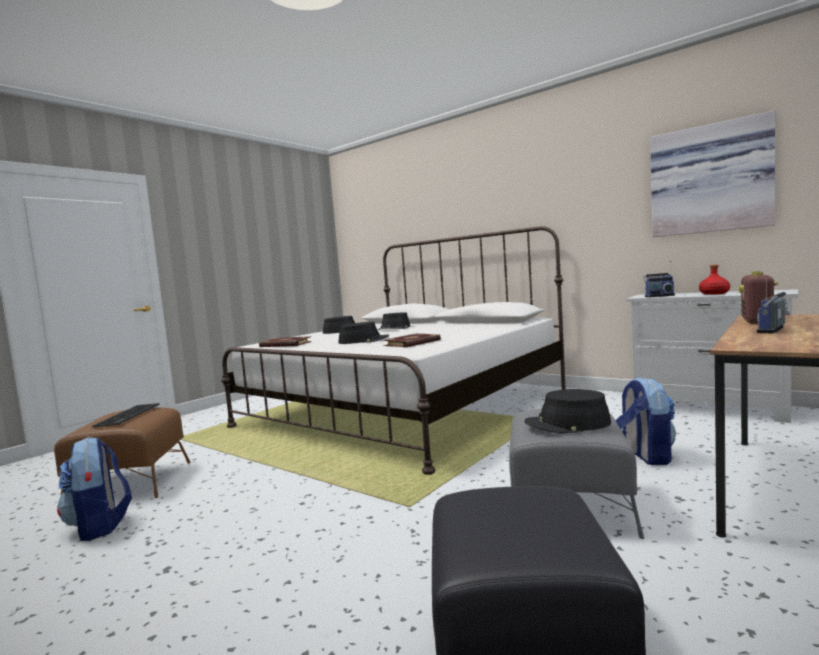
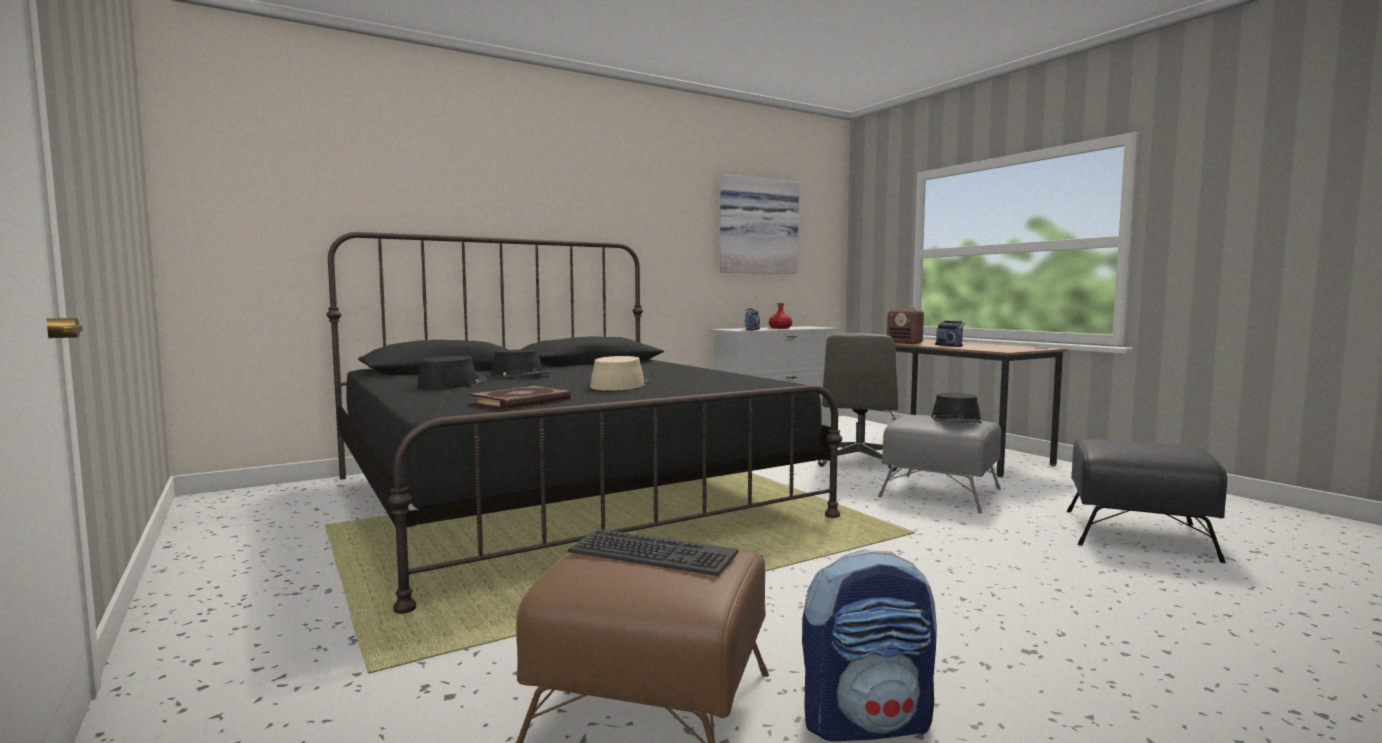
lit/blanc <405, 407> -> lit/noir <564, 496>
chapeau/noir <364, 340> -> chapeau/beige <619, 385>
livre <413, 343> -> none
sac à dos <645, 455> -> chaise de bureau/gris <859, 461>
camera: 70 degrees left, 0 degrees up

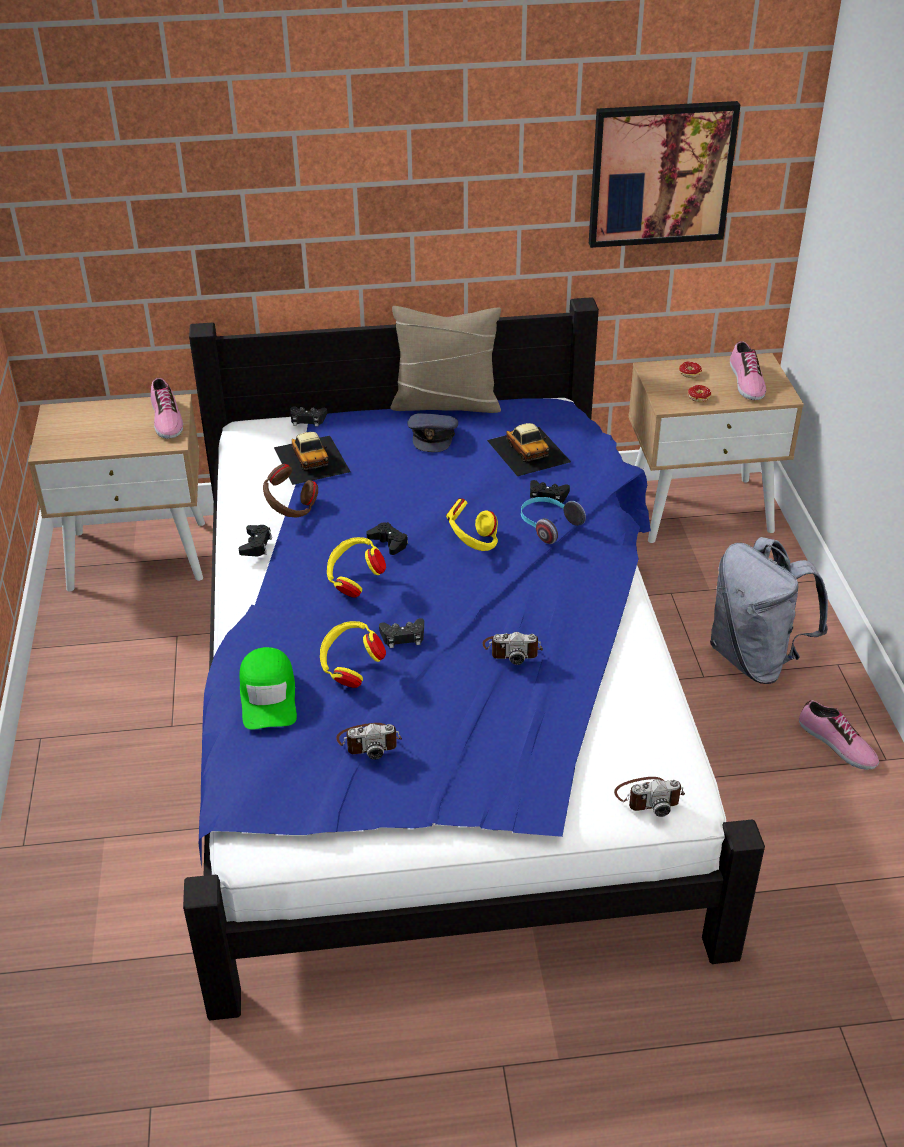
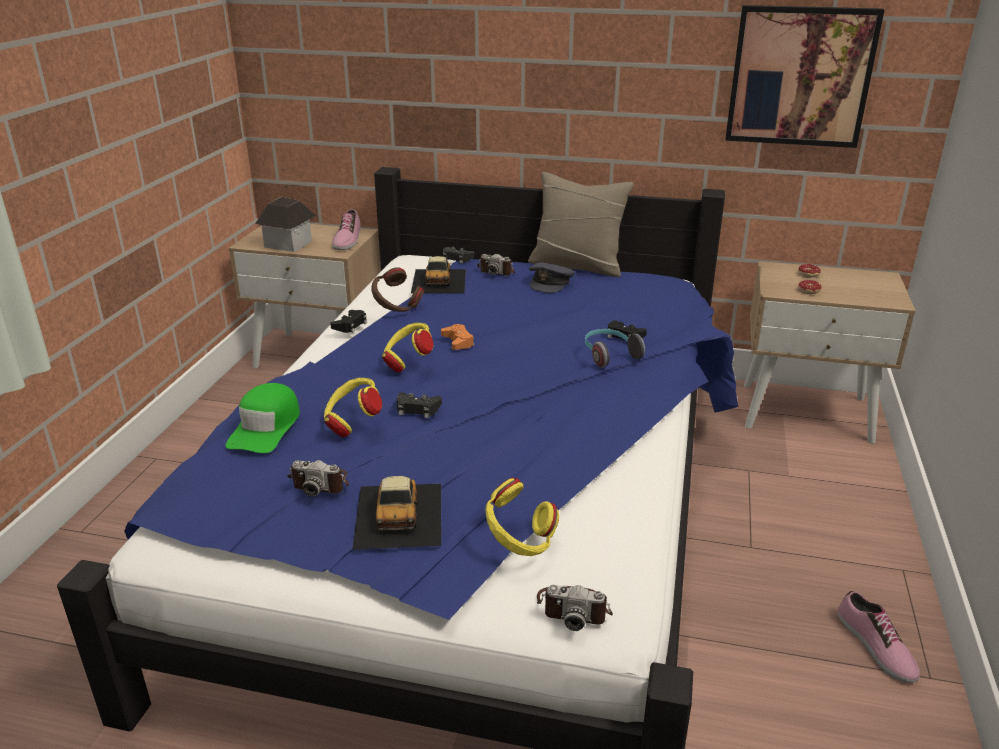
manette/noir <388, 543> -> manette/orange <458, 342>
casque audio/jaune <473, 544> -> casque audio/jaune <519, 542>, shifted
appareil photo <512, 649> -> appareil photo <497, 271>, shifted
petite voiture <528, 450> -> petite voiture <399, 514>, shifted
sac à dos/gris <755, 659> -> none
chaussure <745, 381> -> none
none -> maison miniature <288, 244>
camera: 20 degrees right, 10 degrees down

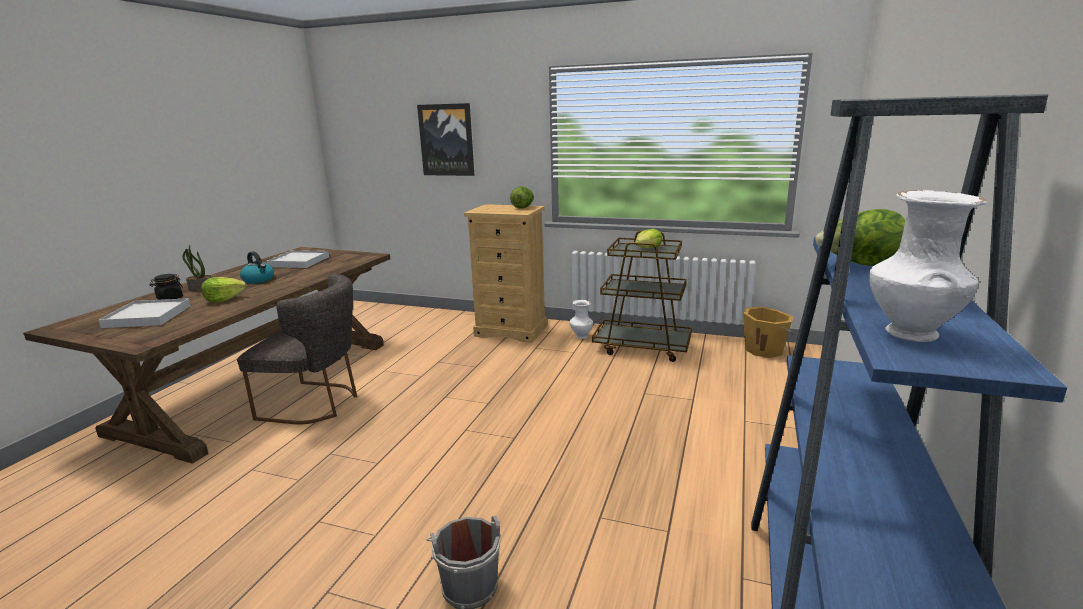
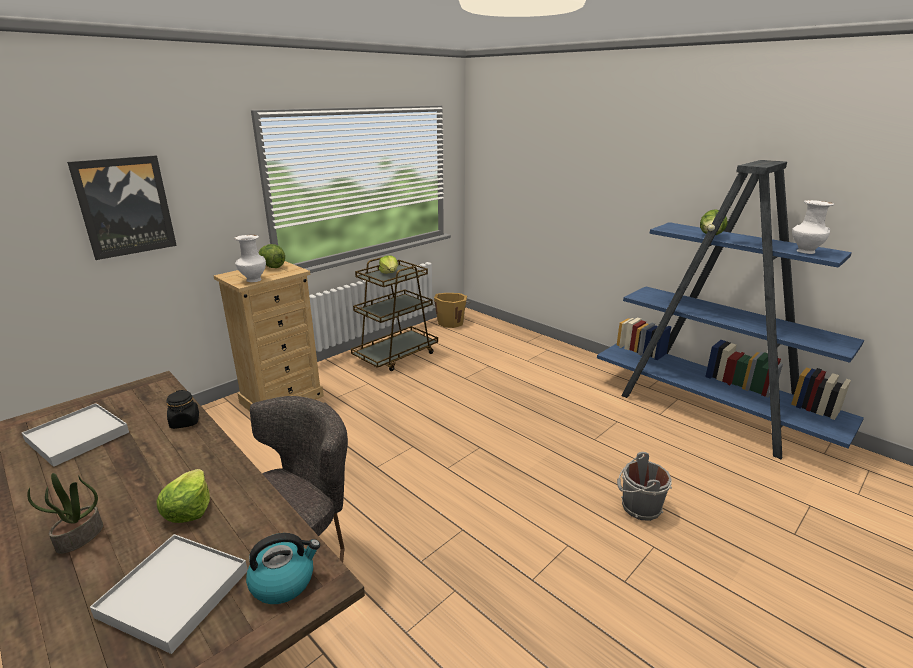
bocal/noir <170, 299> -> bocal/noir <185, 422>, shifted
bouilloire <259, 280> -> bouilloire <284, 581>, shifted
vase/blanc <581, 336> -> vase/blanc <253, 280>, shifted
camera: 65 degrees left, 5 degrees up

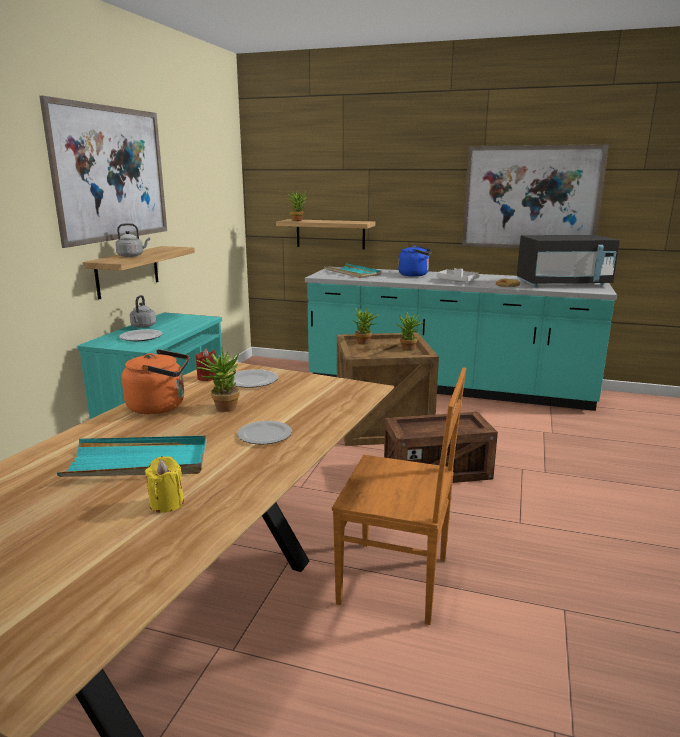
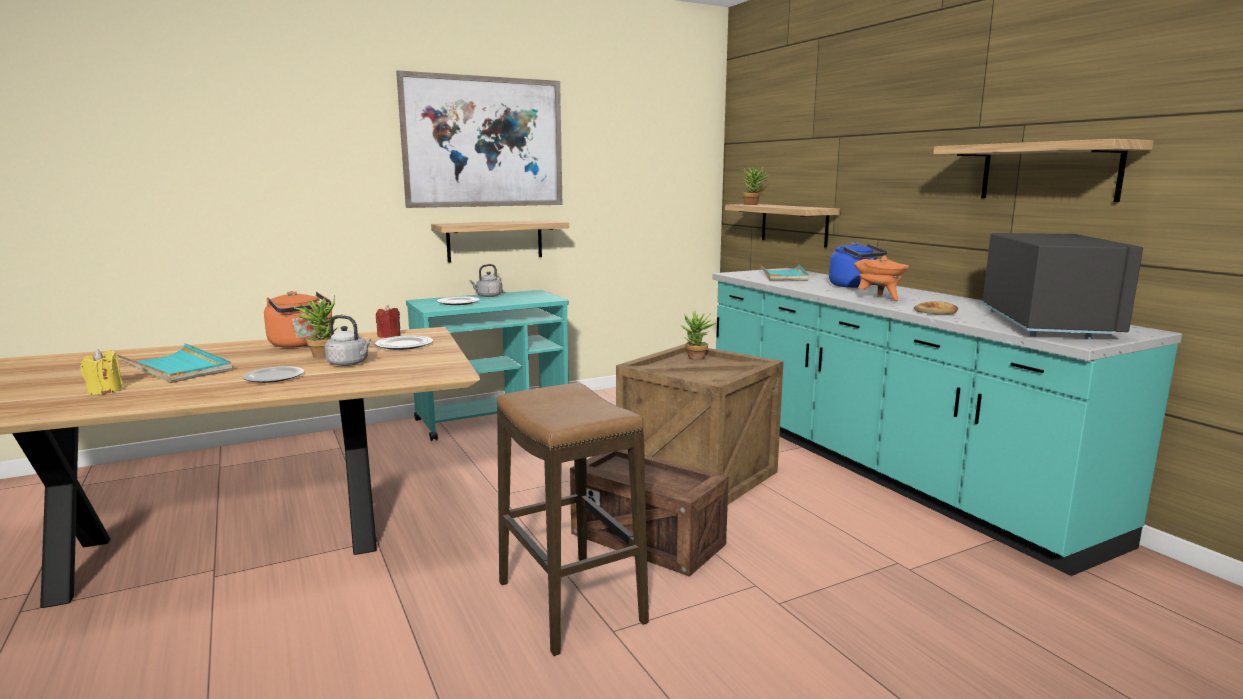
bouilloire/gris <132, 256> -> bouilloire/gris <349, 363>, shifted
chaise/marron <397, 581> -> none
plante en pot <408, 349> -> none
plateau/gris <456, 281> -> marmite/orange <879, 298>
tableau <531, 198> -> étagère <1048, 172>
micro-ondes/noir <563, 284> -> micro-ondes/noir <1046, 324>, 120 degrees counterclockwise
none -> tabouret <569, 602>
camera: 45 degrees right, 5 degrees down

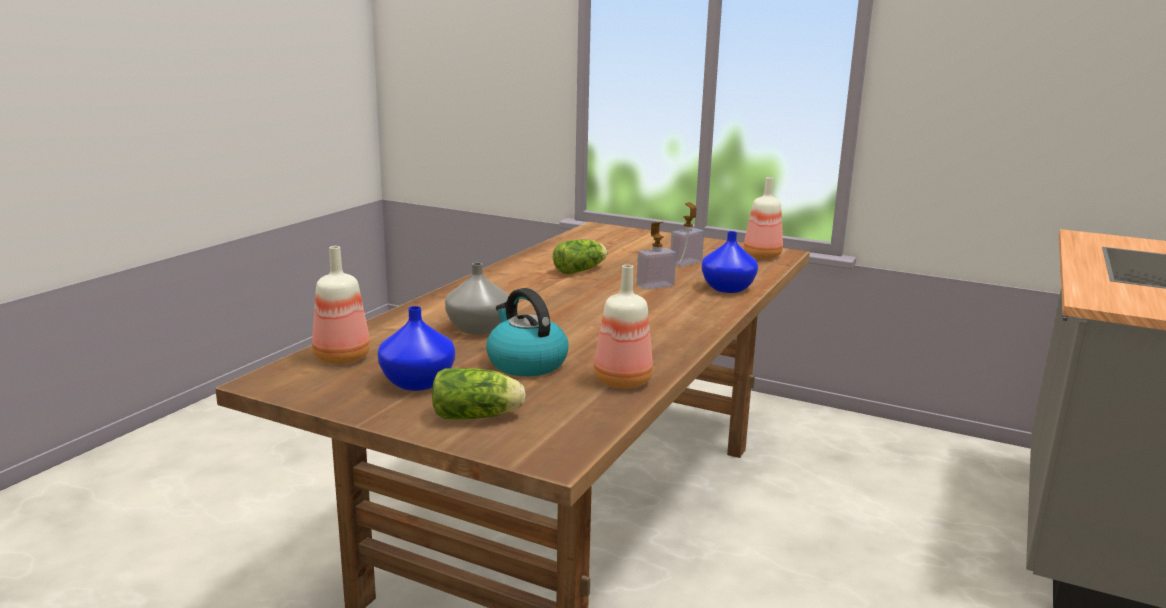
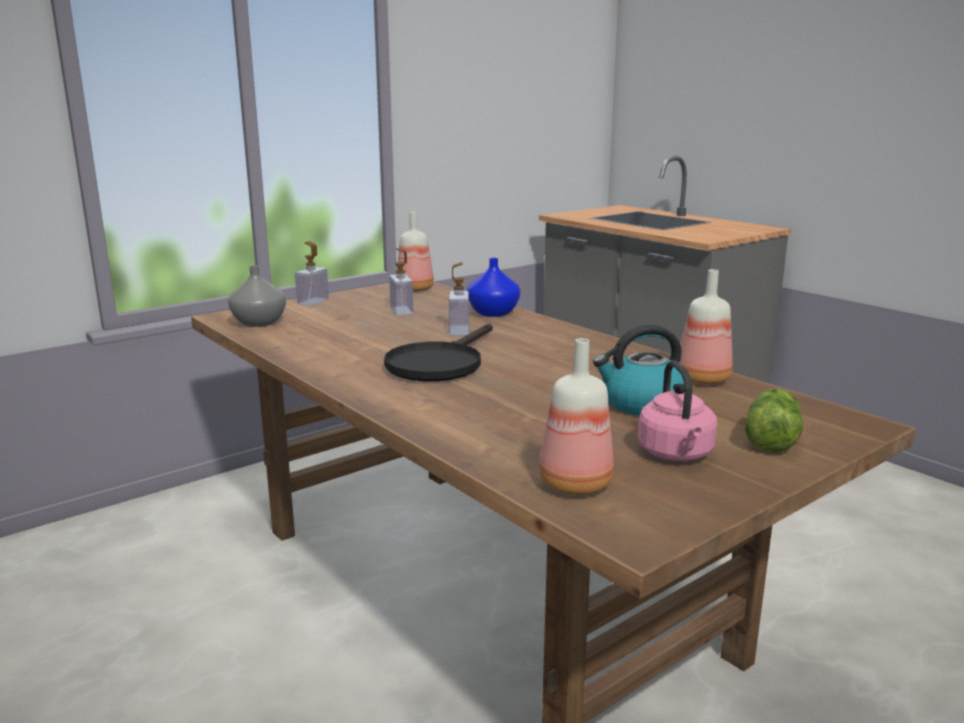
vase/bleu <417, 383> -> bouilloire/rose <676, 454>
vase/gris <479, 328> -> vase/gris <259, 322>, shifted
laitue <581, 270> -> none
none -> distributeur de savon <313, 302>
none -> poêle/noir <440, 363>
camera: 65 degrees left, 0 degrees up

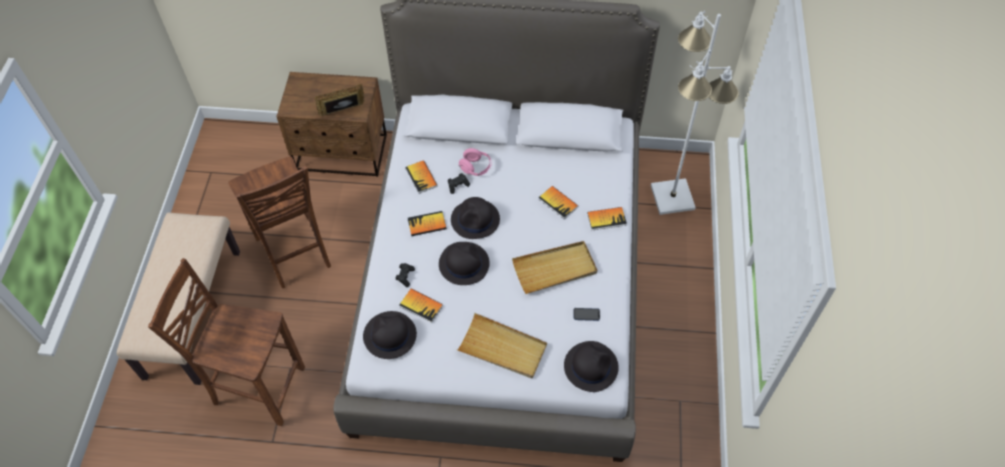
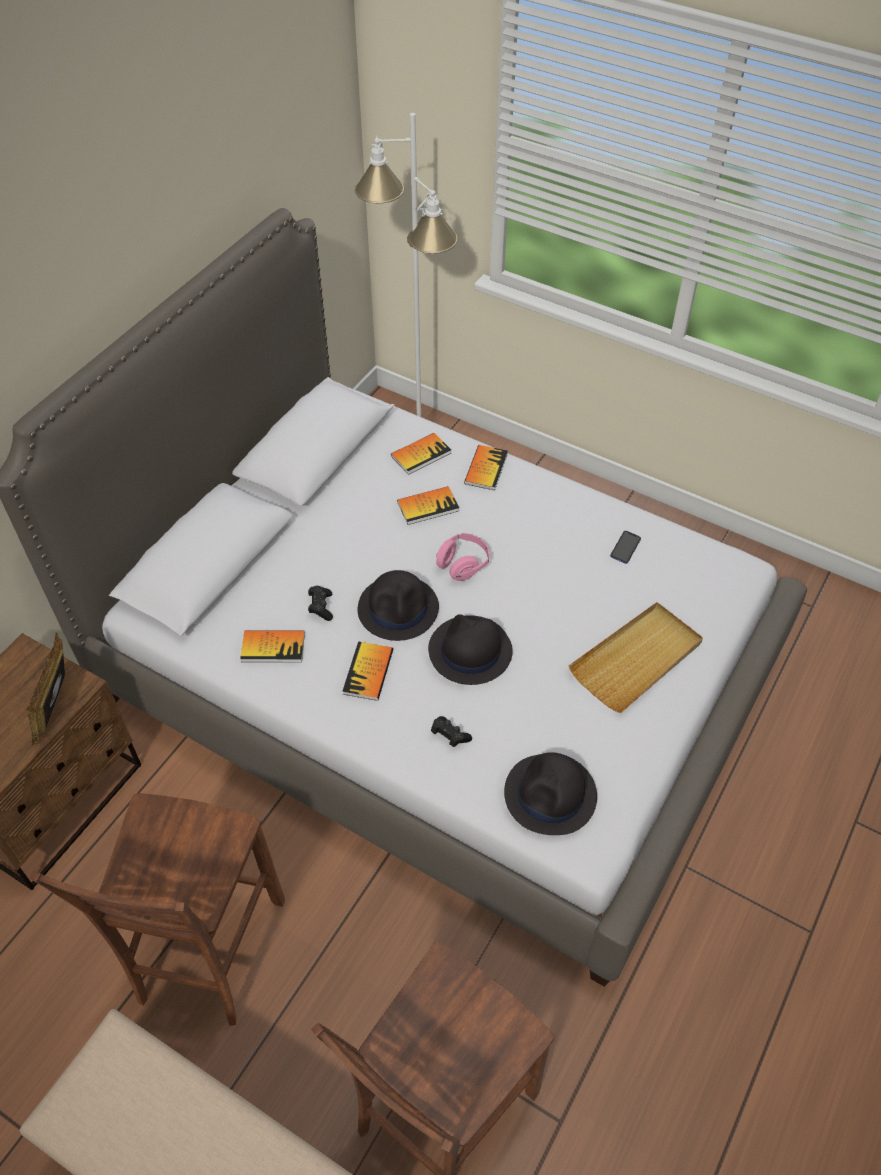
chaise/marron <294, 253> -> chaise/marron <207, 953>, 105 degrees clockwise
livre <421, 306> -> livre <421, 454>, shifted
casque audio/rose <476, 168> -> casque audio/rose <463, 564>, shifted
plateau/beige <555, 269> -> none
chapeau/noir <590, 366> -> none
camera: 65 degrees left, 5 degrees down

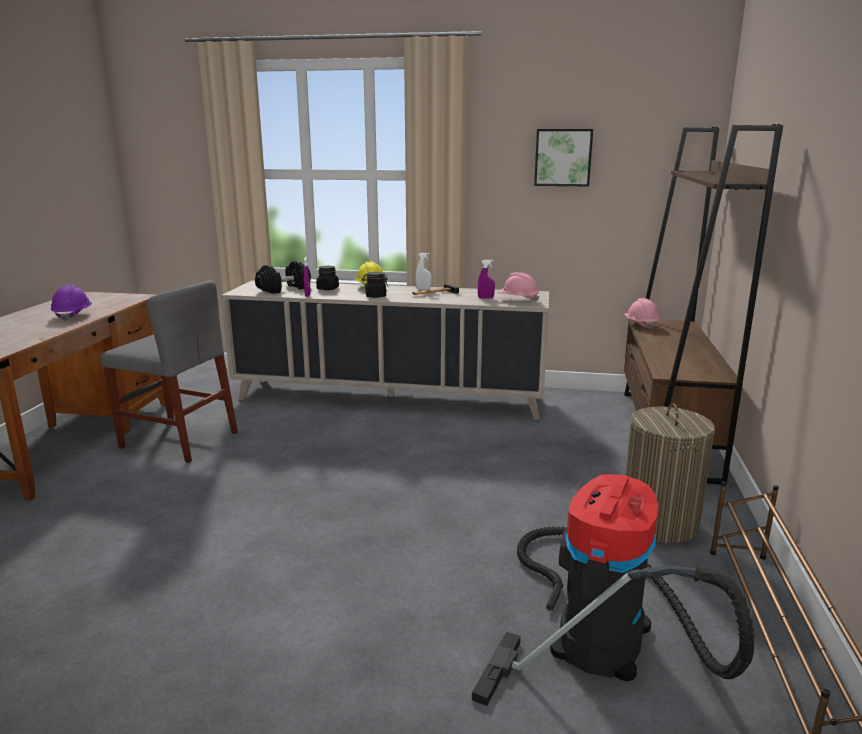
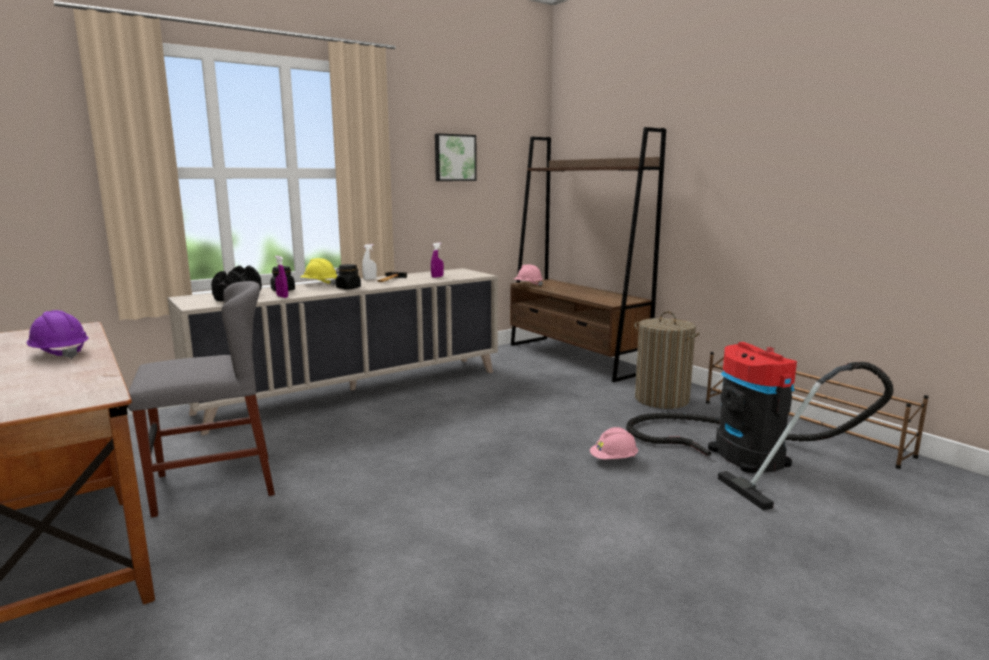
casque de chantier/rose <517, 300> -> casque de chantier/rose <613, 460>, shifted
camera: 45 degrees left, 5 degrees down

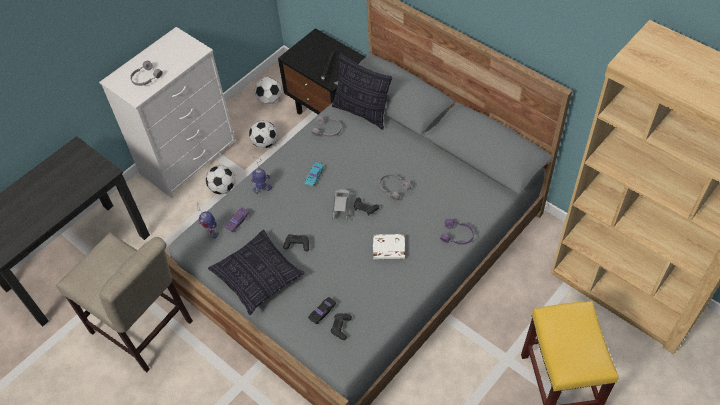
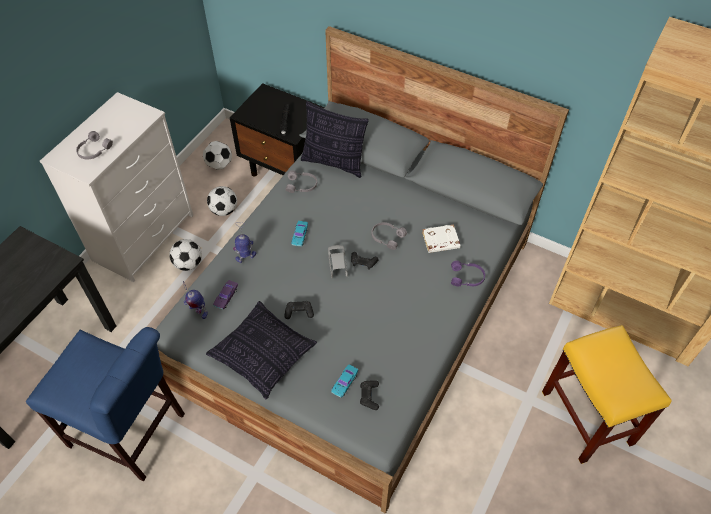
chaise/beige <145, 330> -> chaise/bleu <132, 433>
petite voiture/noir <322, 312> -> petite voiture/turquoise <344, 382>
livre/blanc <388, 249> -> livre/blanc <440, 241>, shifted
camera: 15 degrees left, 0 degrees up

